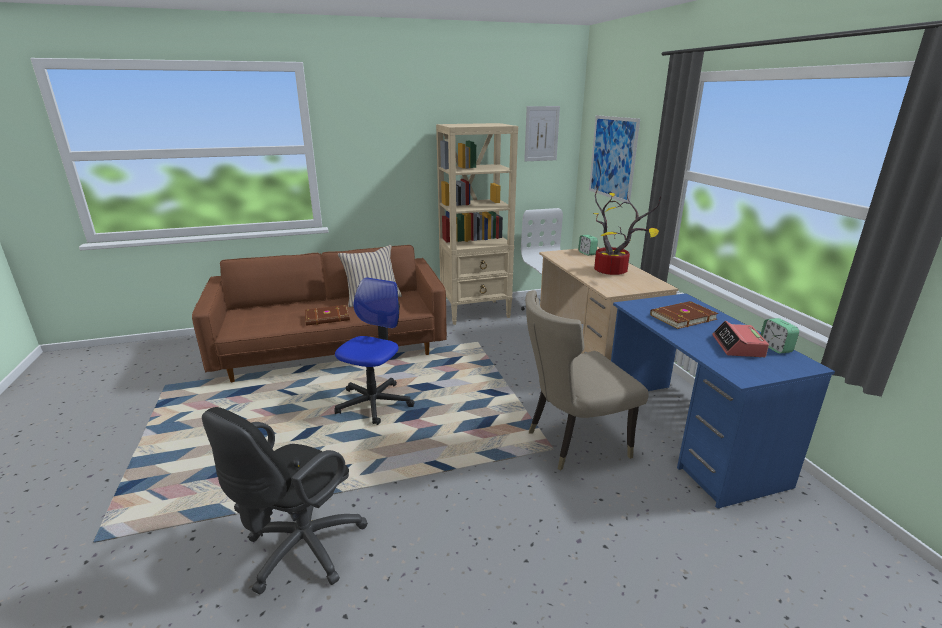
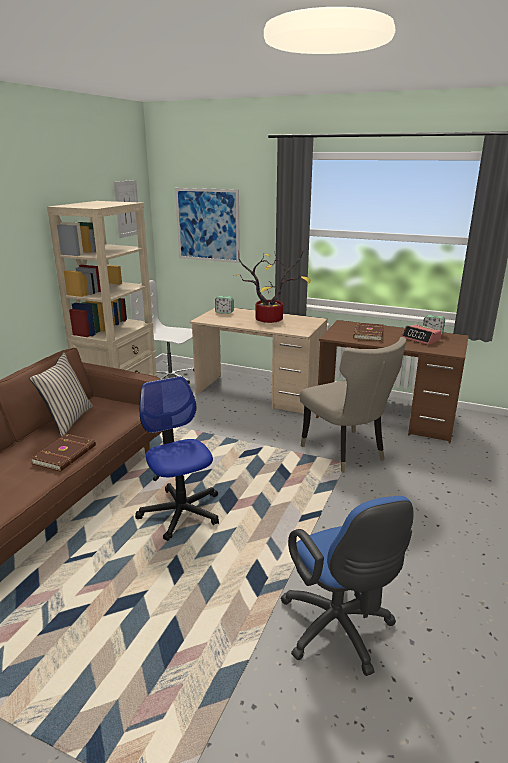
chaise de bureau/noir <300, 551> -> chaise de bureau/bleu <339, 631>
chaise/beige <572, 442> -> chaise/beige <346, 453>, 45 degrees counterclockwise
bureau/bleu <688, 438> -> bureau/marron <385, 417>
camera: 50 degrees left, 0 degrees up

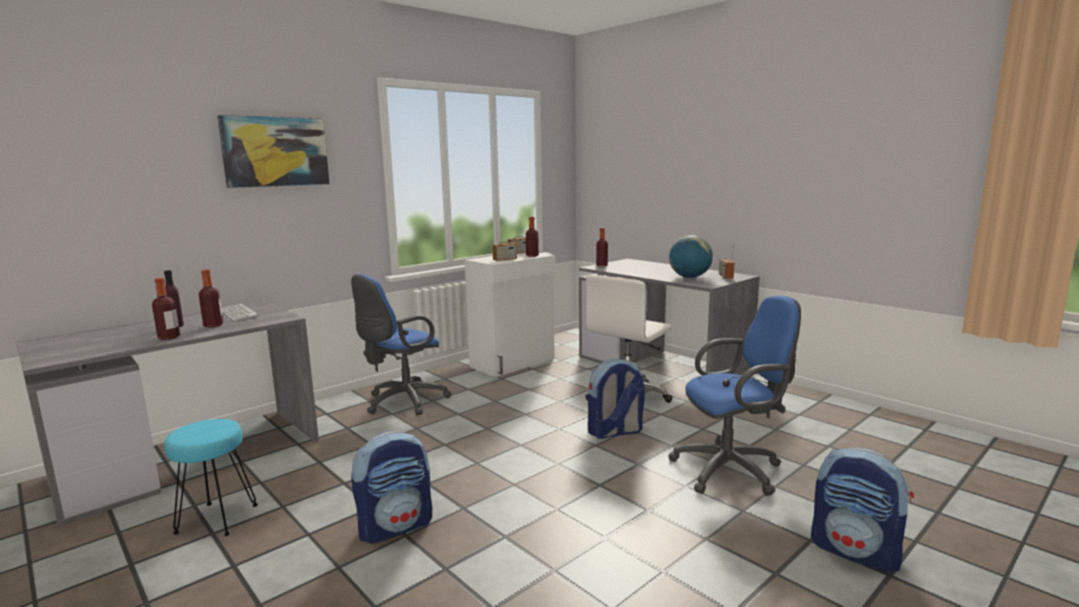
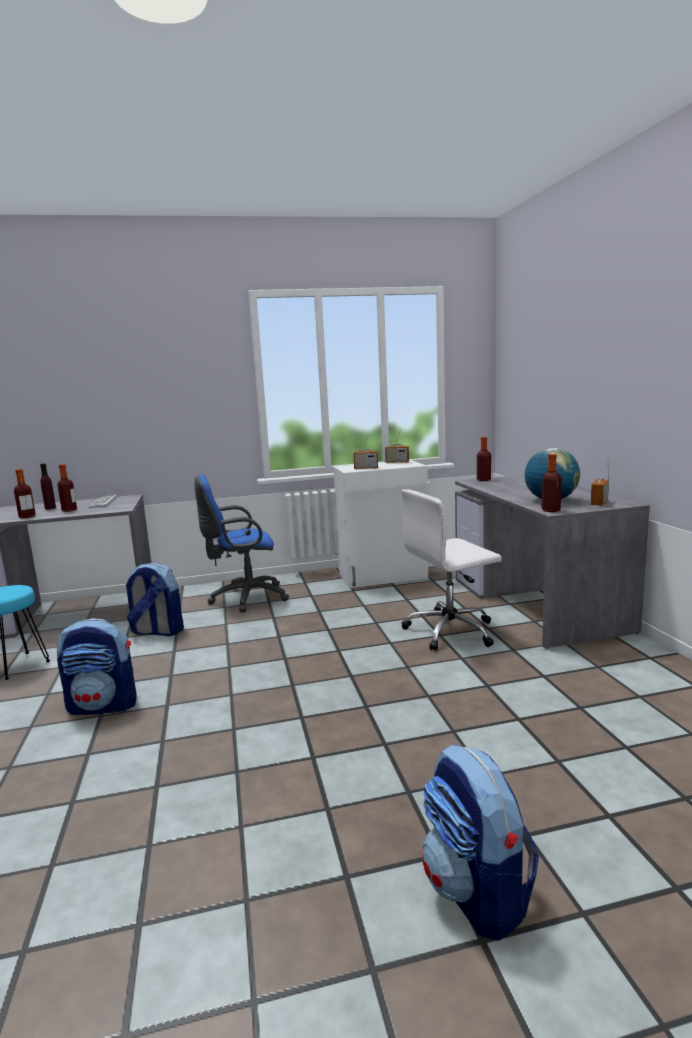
tableau <275, 152> -> none
bouteille <532, 256> -> bouteille <550, 510>, shifted
sac à dos <615, 432> -> sac à dos <157, 631>, shifted
chaise de bureau/bleu <733, 470> -> none
camera: 30 degrees right, 0 degrees up

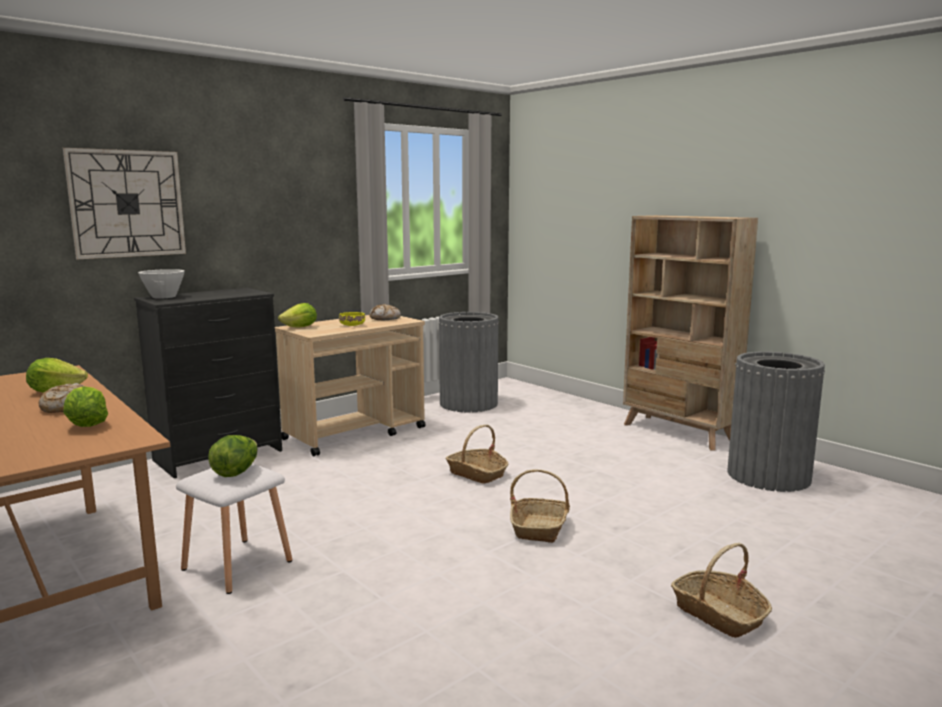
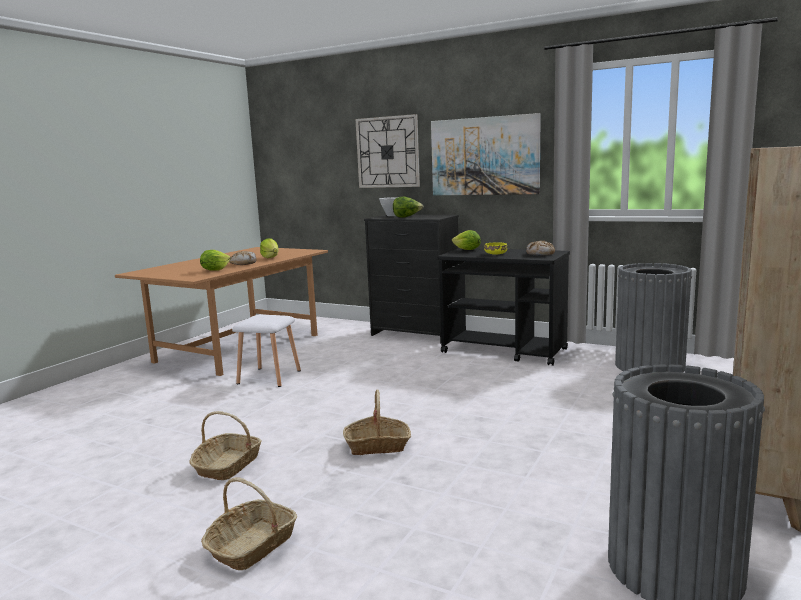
laitue <236, 472> -> laitue <407, 217>, shifted
chariot/beige <355, 433> -> chariot/noir <505, 351>
panier <477, 474> -> panier <228, 465>, shifted
none -> tableau <484, 156>
camera: 70 degrees right, 0 degrees up

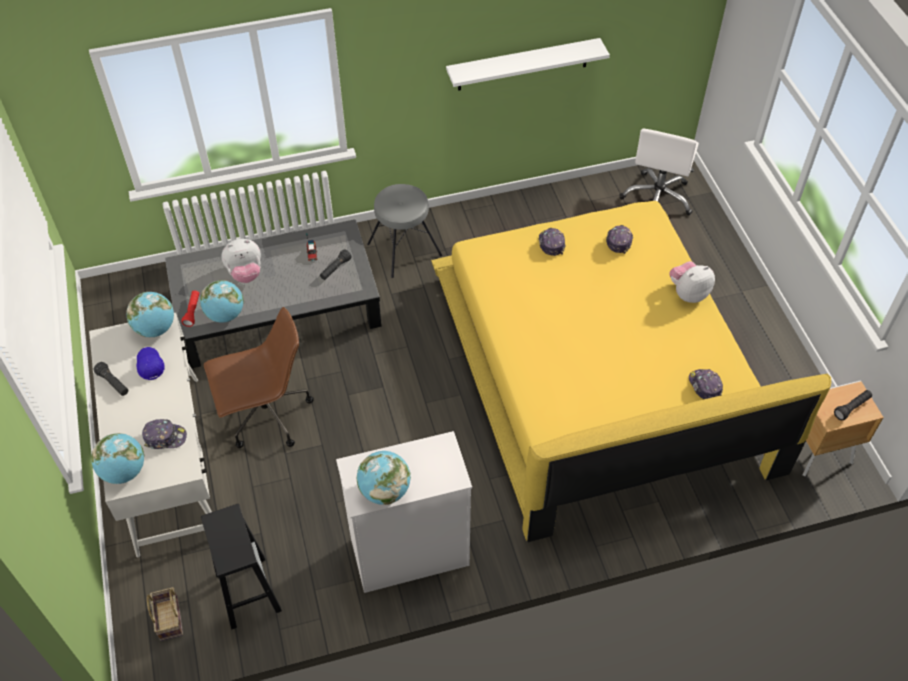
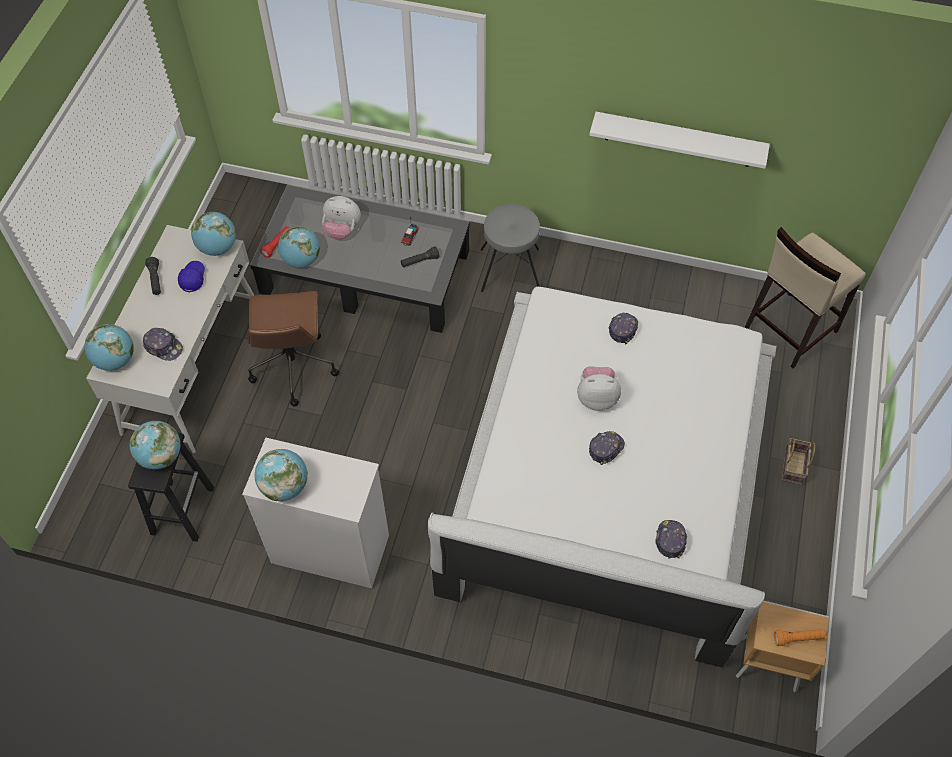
panier <170, 620> -> panier <793, 468>, shifted
chaise de bureau/marron <266, 416> -> chaise de bureau/marron <293, 366>, 75 degrees clockwise
lit/jaune <600, 372> -> lit/blanc <610, 474>
casquette <619, 241> -> casquette <605, 448>, shifted
chaise de bureau/blanc <657, 198> -> tabouret/beige <789, 329>
peluche <688, 293> -> peluche <596, 397>, shifted
lampe de poche/noir <851, 408> -> lampe de poche/orange <798, 638>
none -> globe <161, 456>
camera: 30 degrees right, 5 degrees up

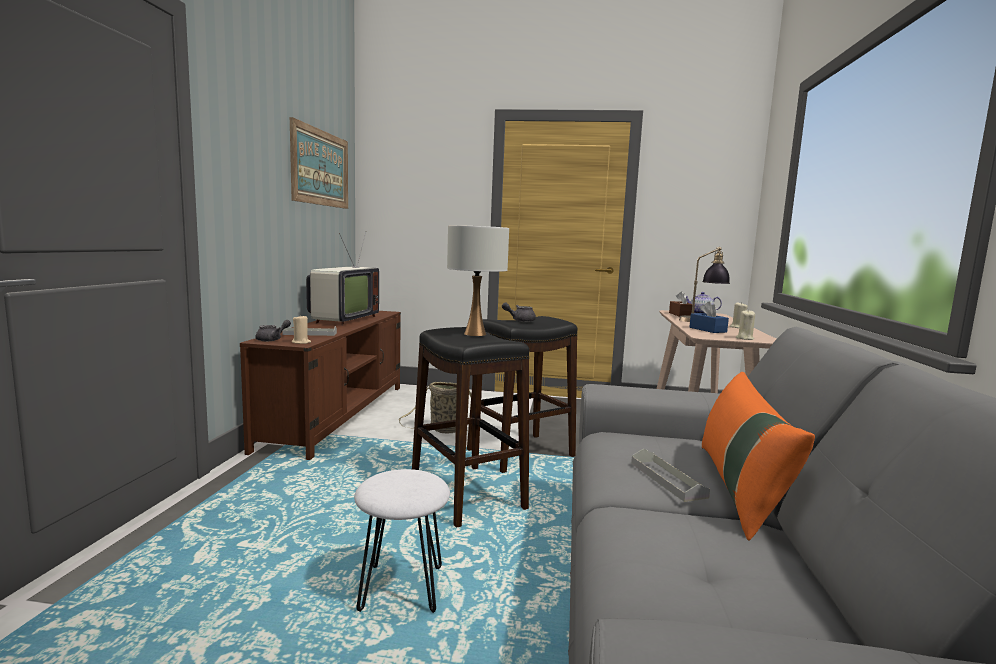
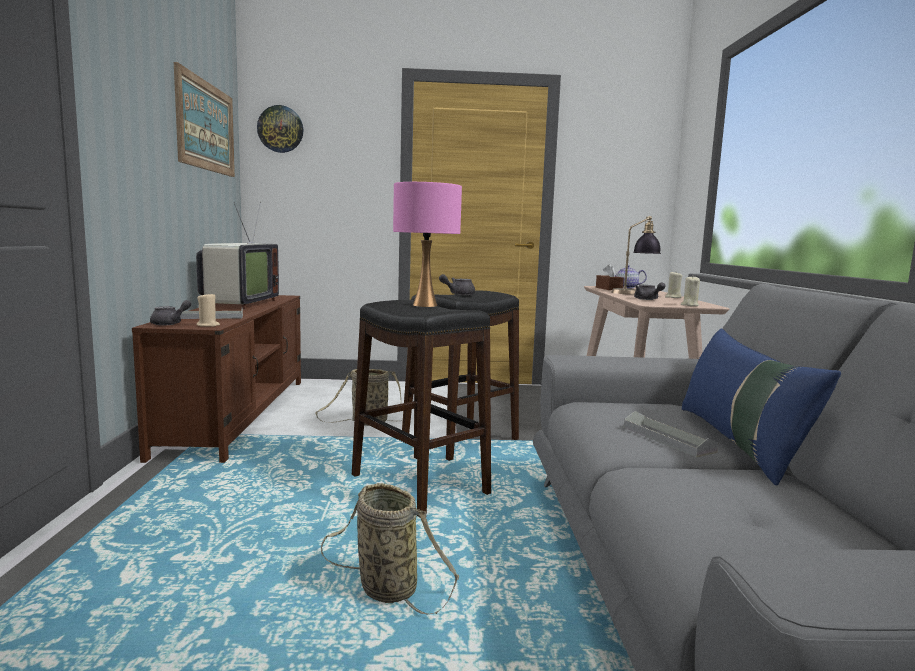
tabouret/blanc <400, 590> -> panier <384, 587>
lampe de table/blanc <475, 334> -> lampe de table/rose <424, 305>
boîte à mouchoirs/bleu <707, 330> -> théière/gris <648, 299>
coussin/orange <740, 489> -> coussin/bleu <739, 443>
none -> horloge murale <280, 129>
camera: 10 degrees left, 0 degrees up

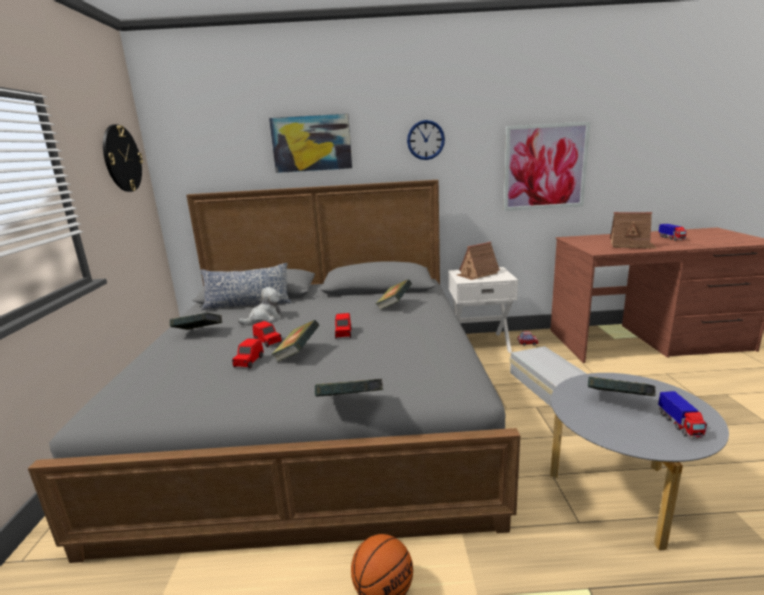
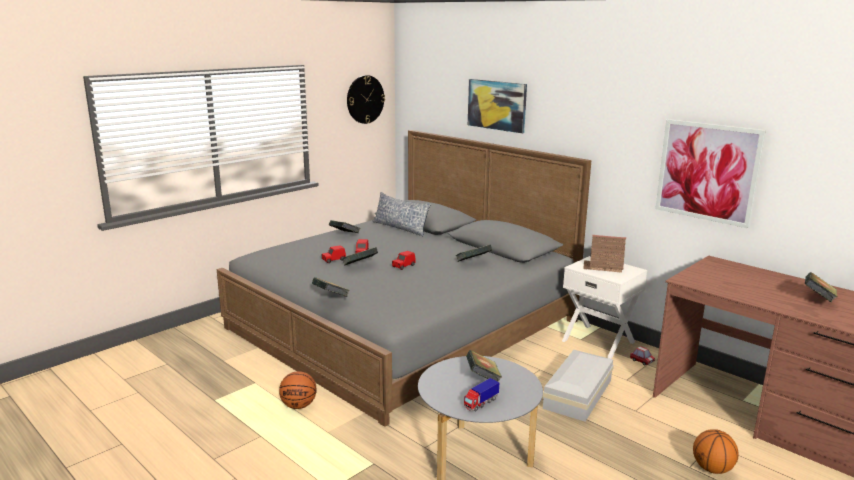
peluche <264, 319> -> none
horloge murale <425, 140> -> none
maison miniature <631, 245> -> none
camion jouet <671, 238> -> livre <818, 299>
none -> ballon de basket <712, 469>
camera: 45 degrees right, 0 degrees up

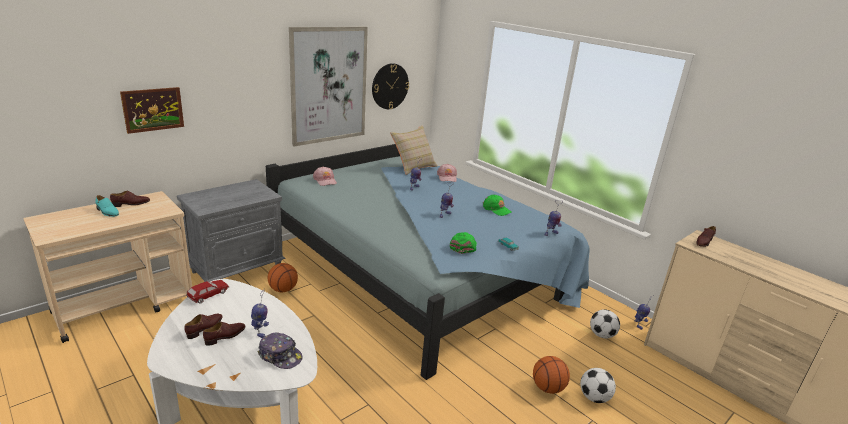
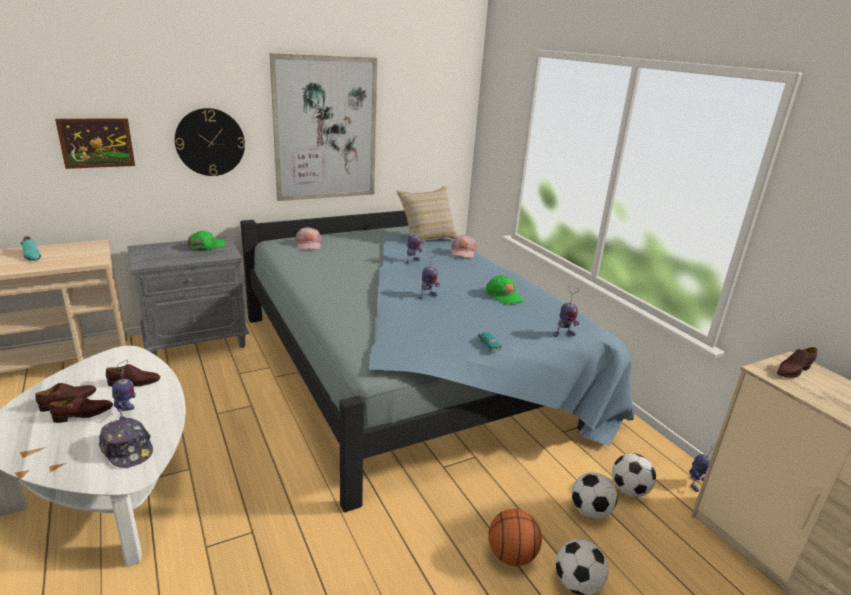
chaussure/marron <131, 204> -> chaussure/marron <134, 382>, shifted
petite voiture <208, 295> -> none
ballon de basket <283, 289> -> none
horloge murale <390, 86> -> horloge murale <210, 142>, shifted
casquette/vert <463, 246> -> casquette/vert <207, 246>, shifted
none -> ballon de foot <590, 511>
camera: 15 degrees right, 0 degrees up

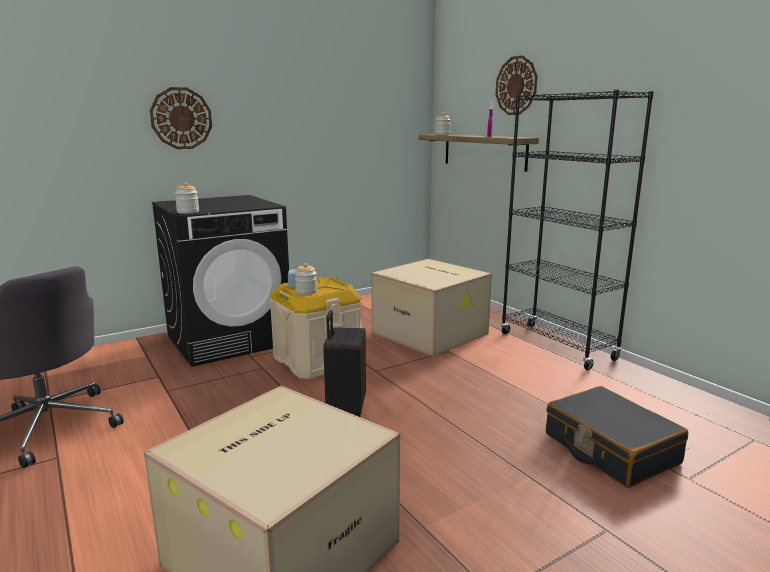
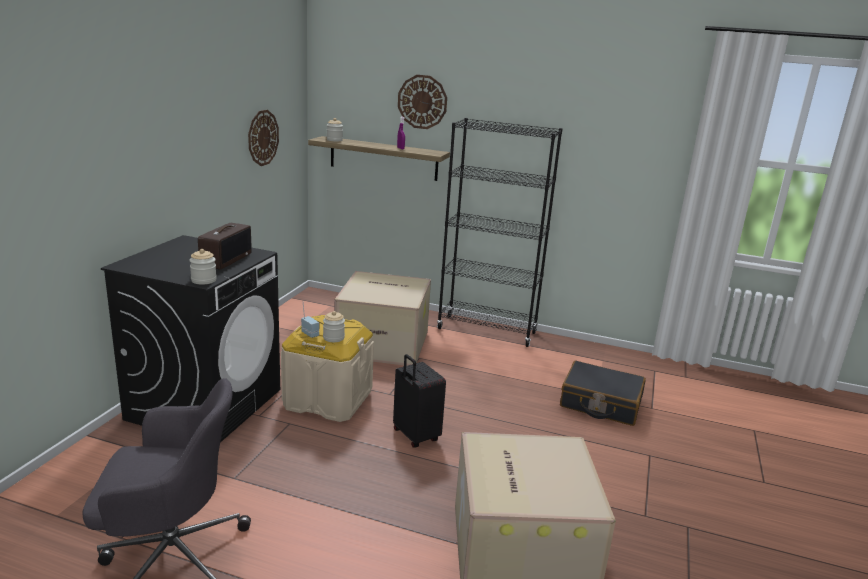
horloge murale <181, 118> -> horloge murale <263, 137>, shifted
none -> radio <226, 259>
camera: 40 degrees left, 5 degrees up

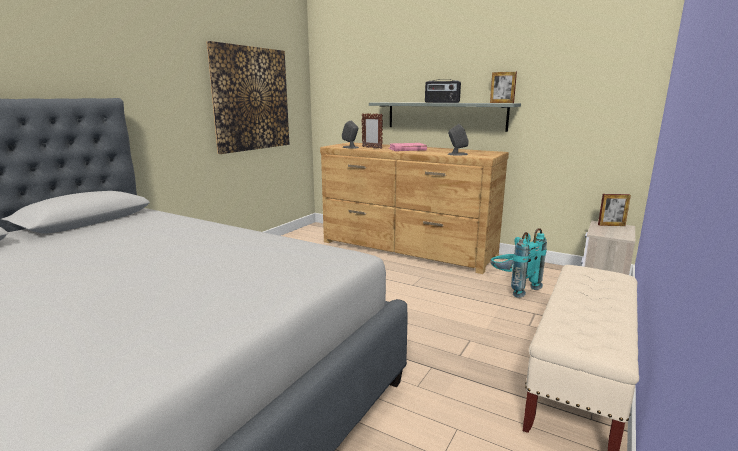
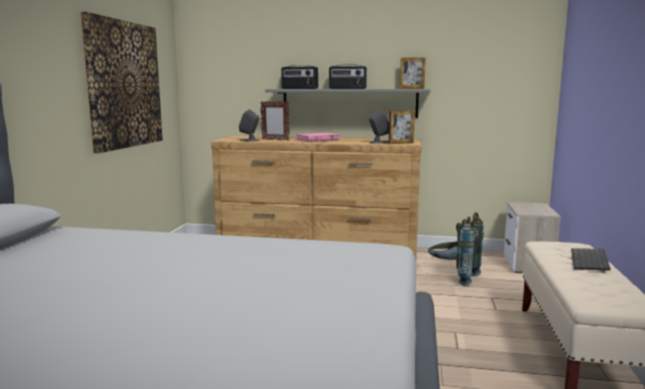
sac à dos/turquoise <512, 287> -> sac à dos/gris <453, 277>
cadre photo <611, 225> -> cadre photo <401, 143>, shifted
none -> radio <299, 88>
none -> clavier <590, 261>
camera: 20 degrees left, 5 degrees down

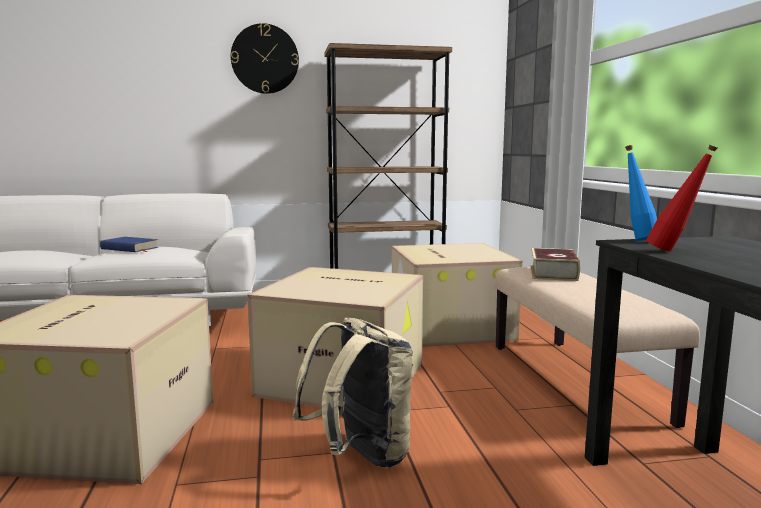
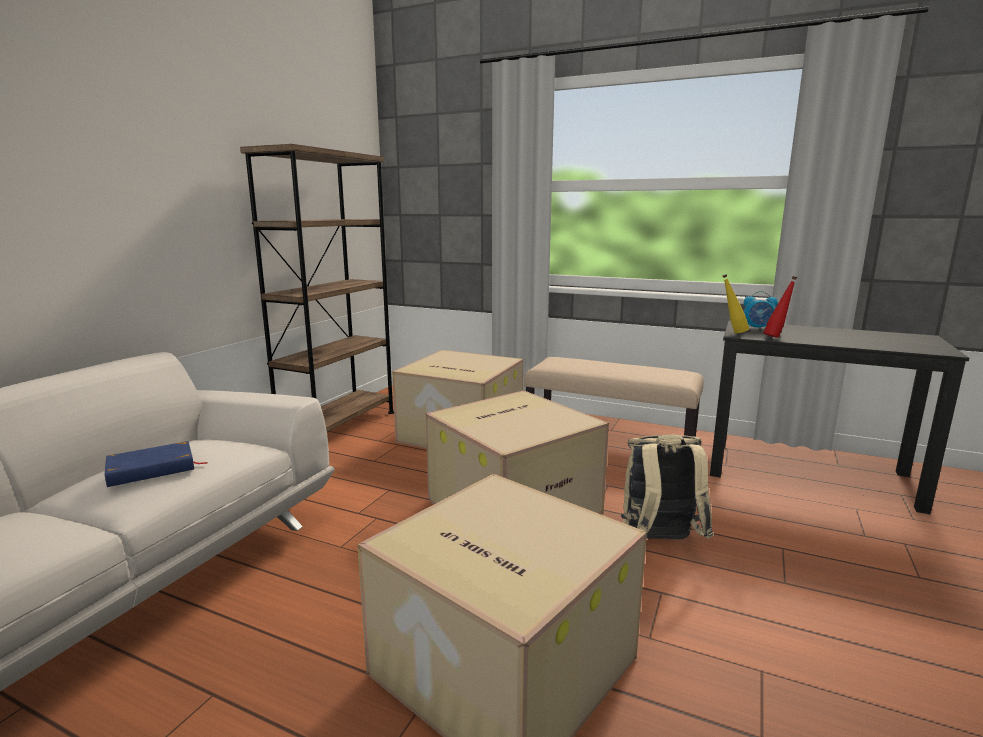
horloge murale <265, 59> -> none
livre <553, 273> -> none
bouteille/bleu <637, 240> -> bouteille/jaune <732, 332>
none -> réveil <757, 329>
camera: 55 degrees left, 5 degrees up

